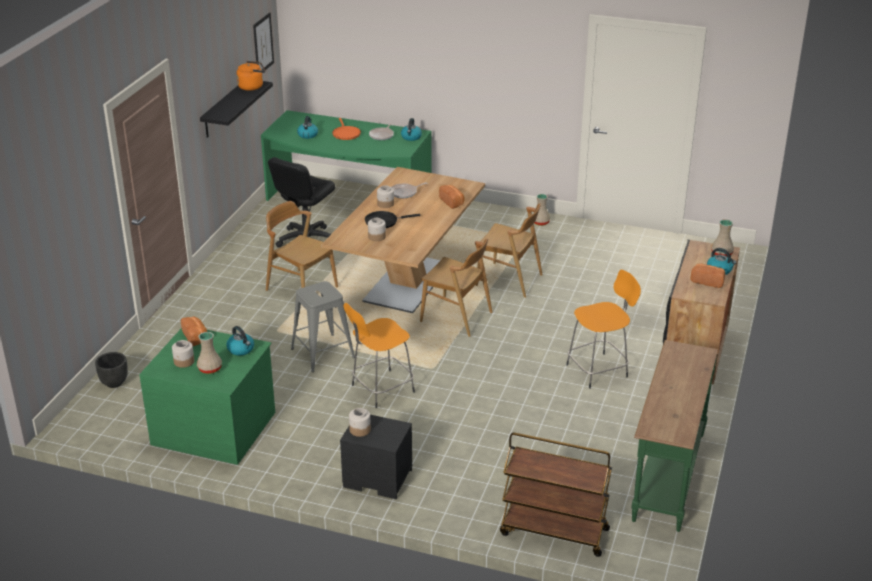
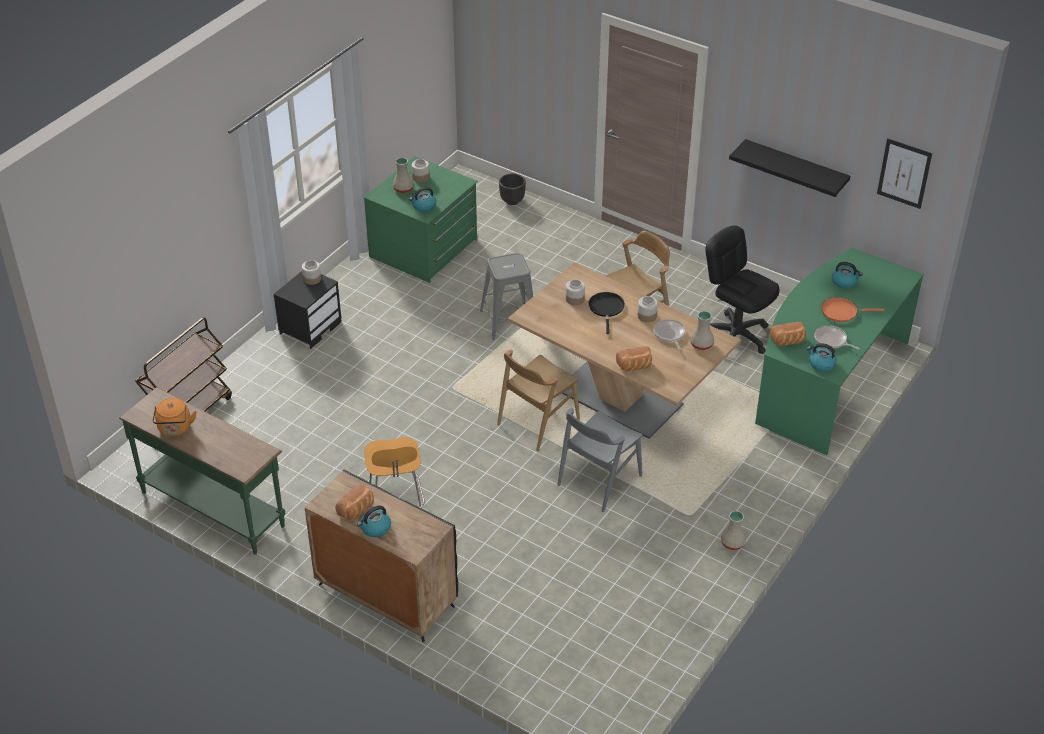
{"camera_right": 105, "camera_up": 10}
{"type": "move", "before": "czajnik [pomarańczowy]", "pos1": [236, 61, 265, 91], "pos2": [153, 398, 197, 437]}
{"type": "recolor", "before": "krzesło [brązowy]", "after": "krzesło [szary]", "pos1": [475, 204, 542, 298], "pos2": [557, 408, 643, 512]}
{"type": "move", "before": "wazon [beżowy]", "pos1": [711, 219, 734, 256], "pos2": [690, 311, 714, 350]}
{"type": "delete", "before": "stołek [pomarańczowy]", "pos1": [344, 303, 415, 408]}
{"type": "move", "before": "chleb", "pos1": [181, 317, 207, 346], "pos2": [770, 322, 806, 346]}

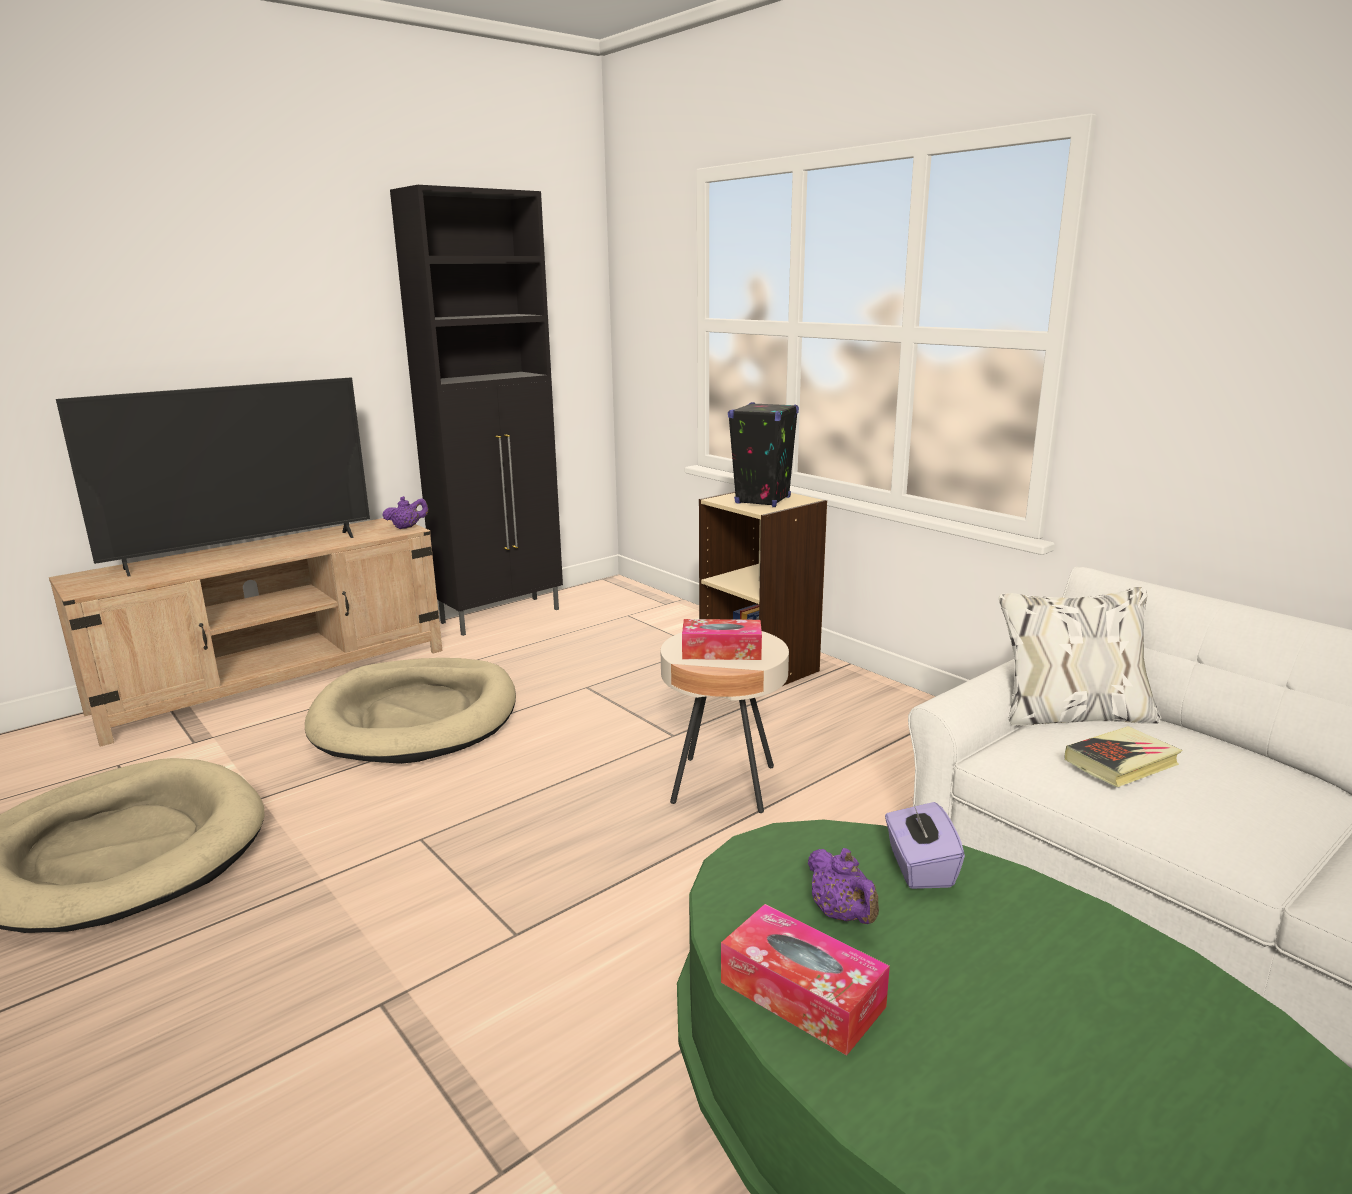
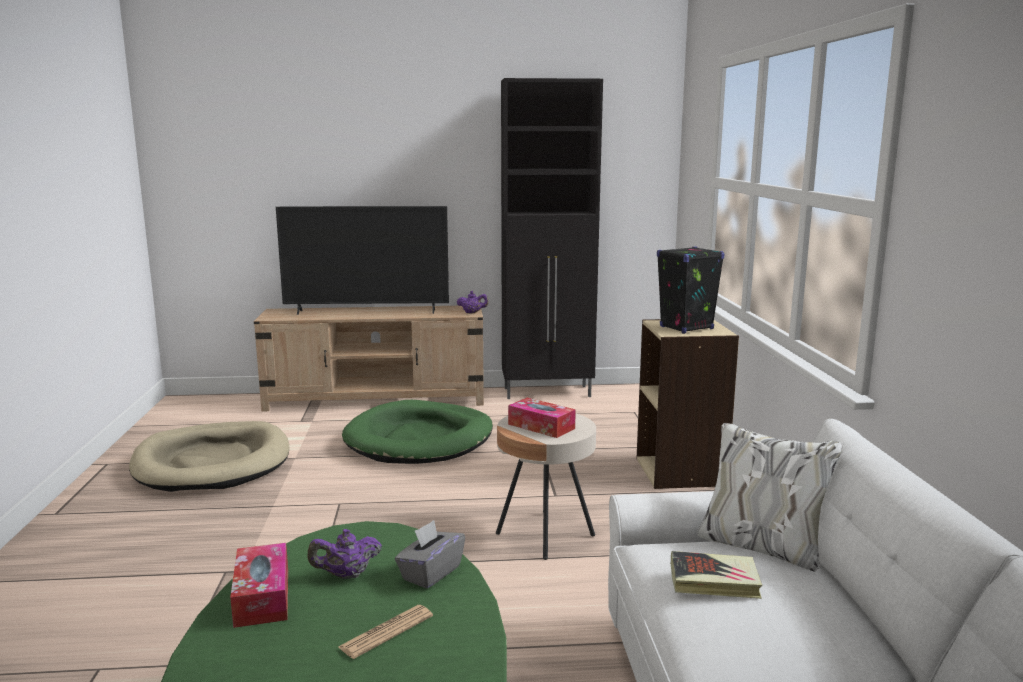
{"camera_right": 35, "camera_up": -5}
{"type": "recolor", "before": "legowisko [beżowy]", "after": "legowisko [zielony]", "pos1": [305, 658, 516, 764], "pos2": [342, 400, 493, 464]}
{"type": "recolor", "before": "pudełko chusteczek [fioletowy]", "after": "pudełko chusteczek [szary]", "pos1": [885, 799, 965, 889], "pos2": [395, 520, 465, 589]}
{"type": "rotate", "before": "imbryk [fioletowy]", "pos1": [807, 848, 879, 924], "pos2": [308, 529, 382, 579], "turn": 60}
{"type": "insert", "after": "gazeta", "pos2": [338, 605, 433, 659]}

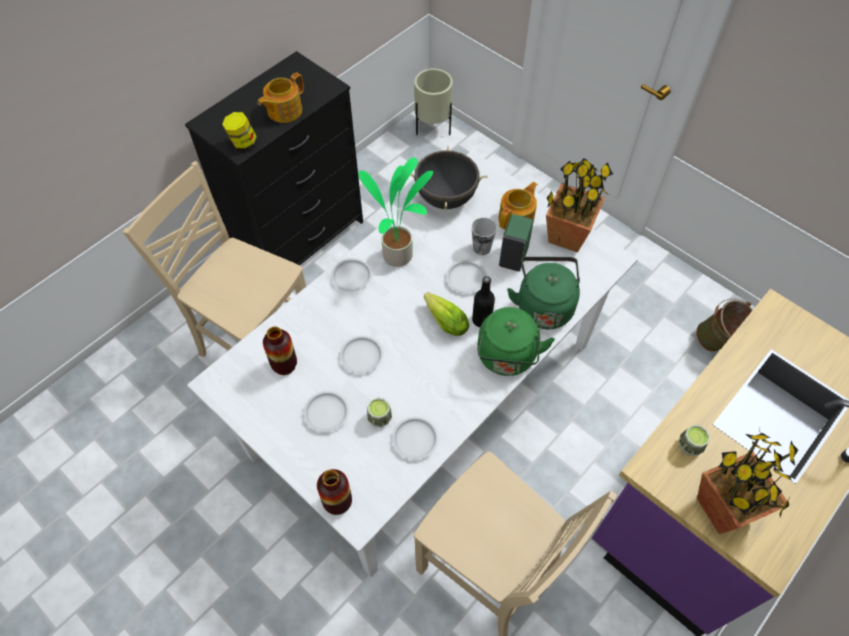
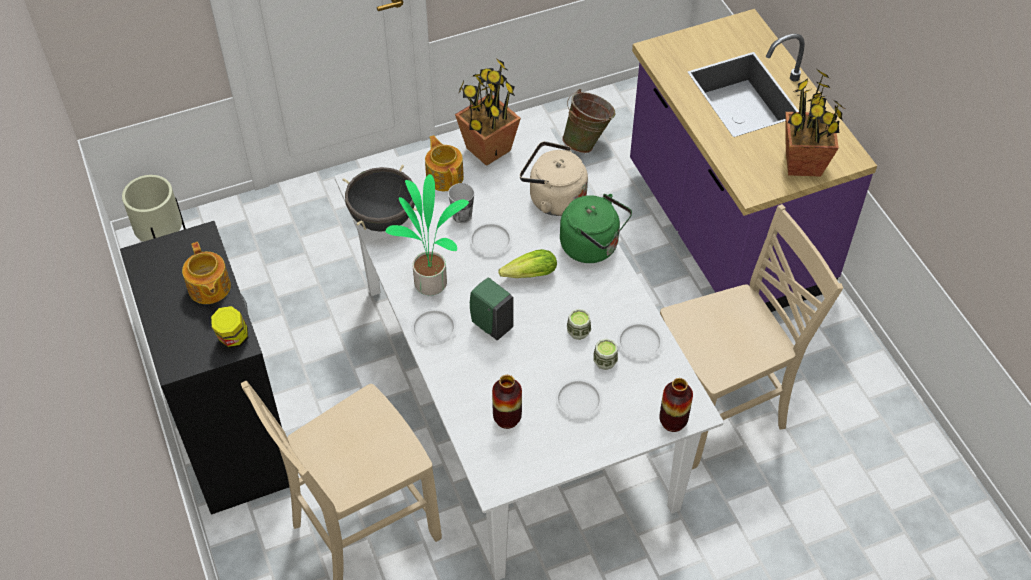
{"camera_right": -65, "camera_up": -5}
{"type": "move", "before": "dozownik mydła [zielony]", "pos1": [499, 214, 533, 271], "pos2": [470, 277, 514, 340]}
{"type": "recolor", "before": "czajnik [zielony]", "after": "czajnik [beżowy]", "pos1": [507, 257, 580, 329], "pos2": [520, 141, 588, 216]}
{"type": "delete", "before": "butelka [czarny]", "pos1": [472, 276, 495, 327]}
{"type": "delete", "before": "talerz [biały]", "pos1": [340, 336, 383, 374]}
{"type": "move", "before": "filiżanka", "pos1": [678, 425, 710, 456], "pos2": [567, 309, 591, 340]}

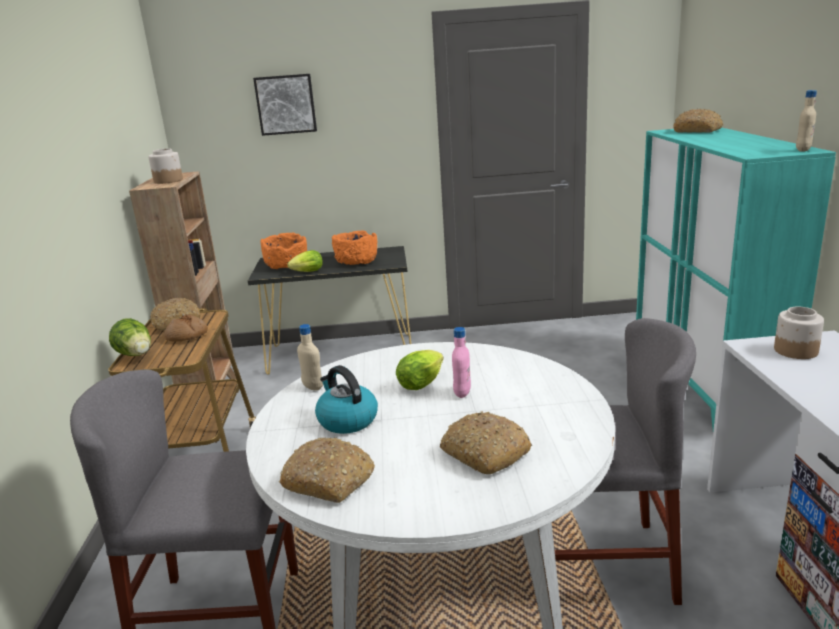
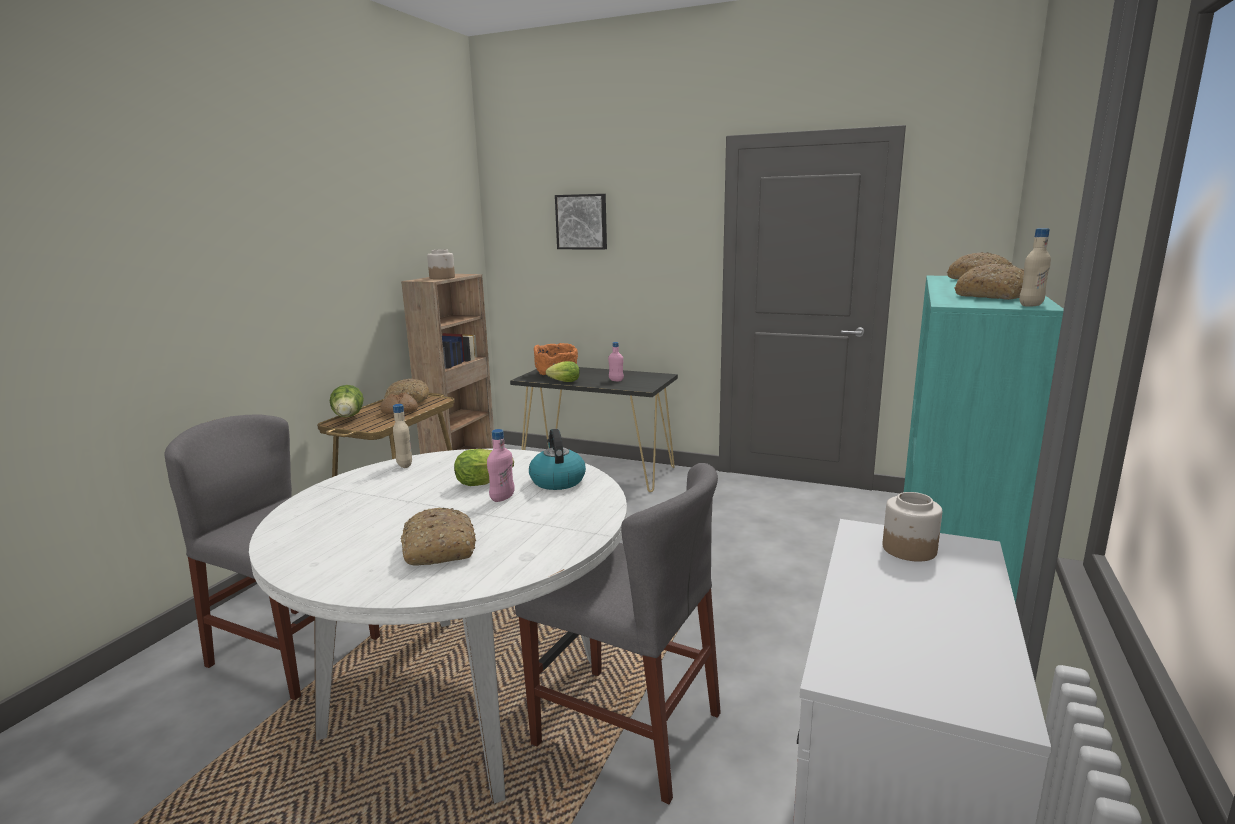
{"camera_right": 25, "camera_up": -5}
{"type": "replace", "before": "miska [pomarańczowy]", "after": "butelka [różowy]", "pos1": [332, 230, 377, 265], "pos2": [608, 342, 624, 381]}
{"type": "move", "before": "czajnik", "pos1": [315, 365, 378, 434], "pos2": [529, 429, 586, 490]}
{"type": "move", "before": "chleb", "pos1": [279, 437, 375, 503], "pos2": [954, 263, 1024, 300]}

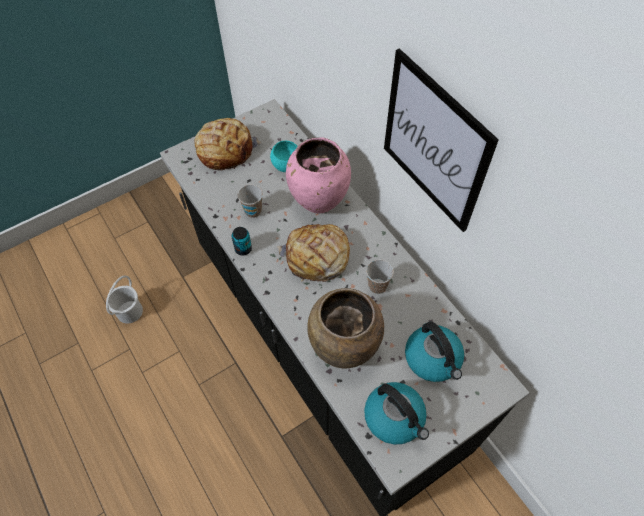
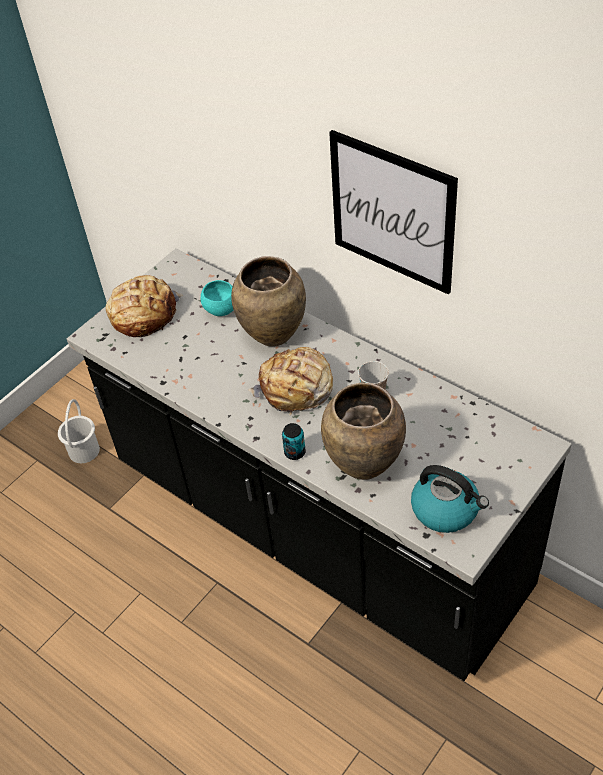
{"camera_right": -15, "camera_up": -10}
{"type": "recolor", "before": "wazon [różowy]", "after": "wazon [brązowy]", "pos1": [286, 137, 351, 213], "pos2": [231, 256, 306, 347]}
{"type": "delete", "before": "filiżanka", "pos1": [238, 184, 263, 218]}
{"type": "move", "before": "puszka", "pos1": [232, 227, 252, 256], "pos2": [282, 423, 306, 460]}
{"type": "move", "before": "wiadro [biały]", "pos1": [106, 276, 143, 324], "pos2": [58, 399, 100, 463]}
{"type": "delete", "before": "czajnik", "pos1": [405, 322, 464, 382]}

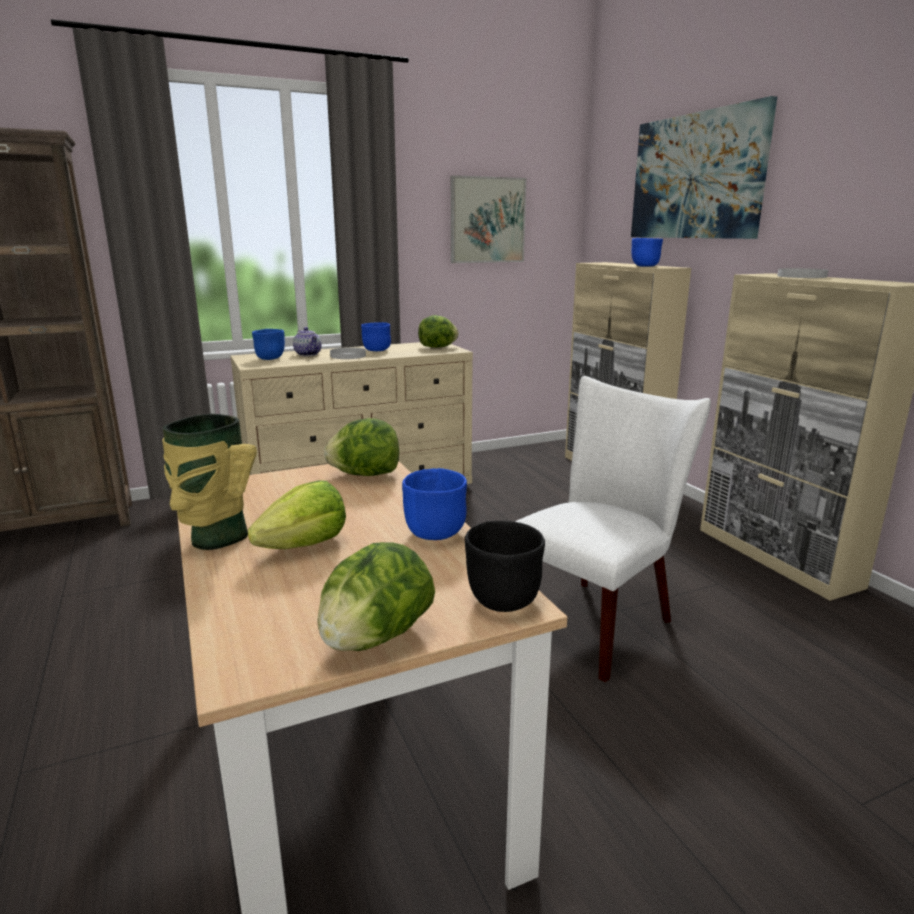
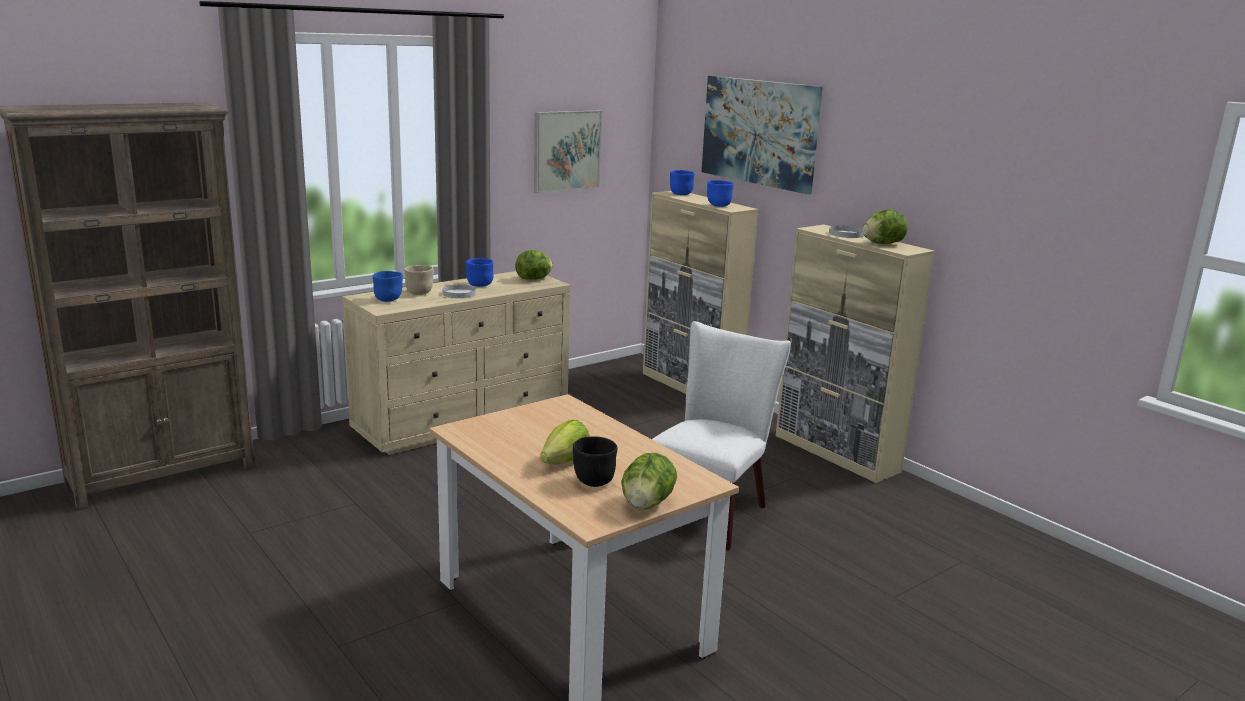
{"camera_right": -15, "camera_up": 0}
{"type": "replace", "before": "imbryk", "after": "miska [beżowy]", "pos1": [293, 327, 322, 356], "pos2": [405, 265, 433, 295]}
{"type": "delete", "before": "wazon", "pos1": [162, 414, 257, 550]}
{"type": "move", "before": "sałata", "pos1": [324, 418, 399, 476], "pos2": [862, 209, 908, 244]}
{"type": "move", "before": "miska [niebieski]", "pos1": [402, 468, 467, 540], "pos2": [670, 170, 695, 195]}
{"type": "move", "before": "miska [czarny]", "pos1": [465, 521, 545, 612], "pos2": [573, 436, 617, 487]}

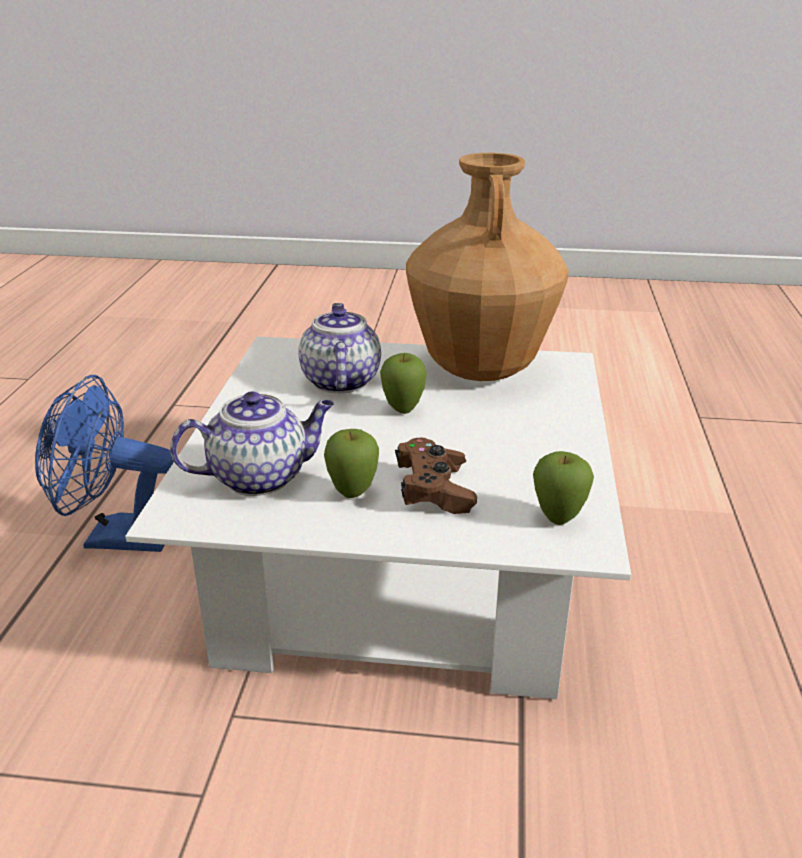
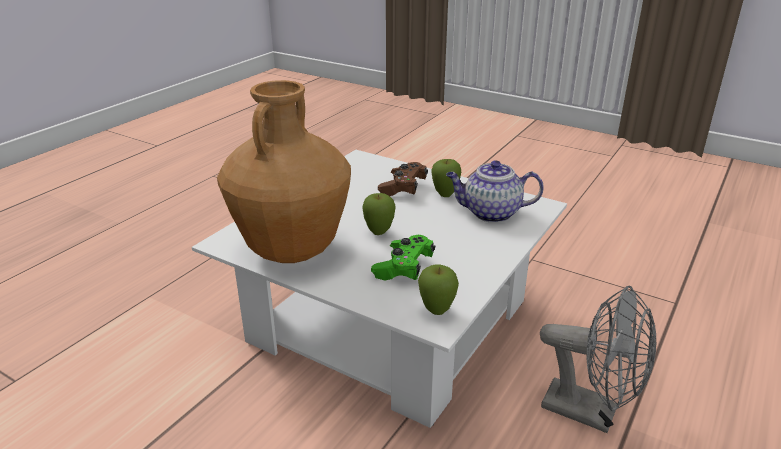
{"camera_right": -155, "camera_up": 0}
{"type": "replace", "before": "imbryk", "after": "pad do gier [zielony]", "pos1": [298, 303, 381, 393], "pos2": [371, 235, 435, 281]}
{"type": "recolor", "before": "wentylator [niebieski]", "after": "wentylator [szary]", "pos1": [35, 375, 174, 552], "pos2": [540, 285, 656, 433]}
{"type": "move", "before": "jabłko", "pos1": [533, 451, 594, 525], "pos2": [418, 264, 459, 315]}

